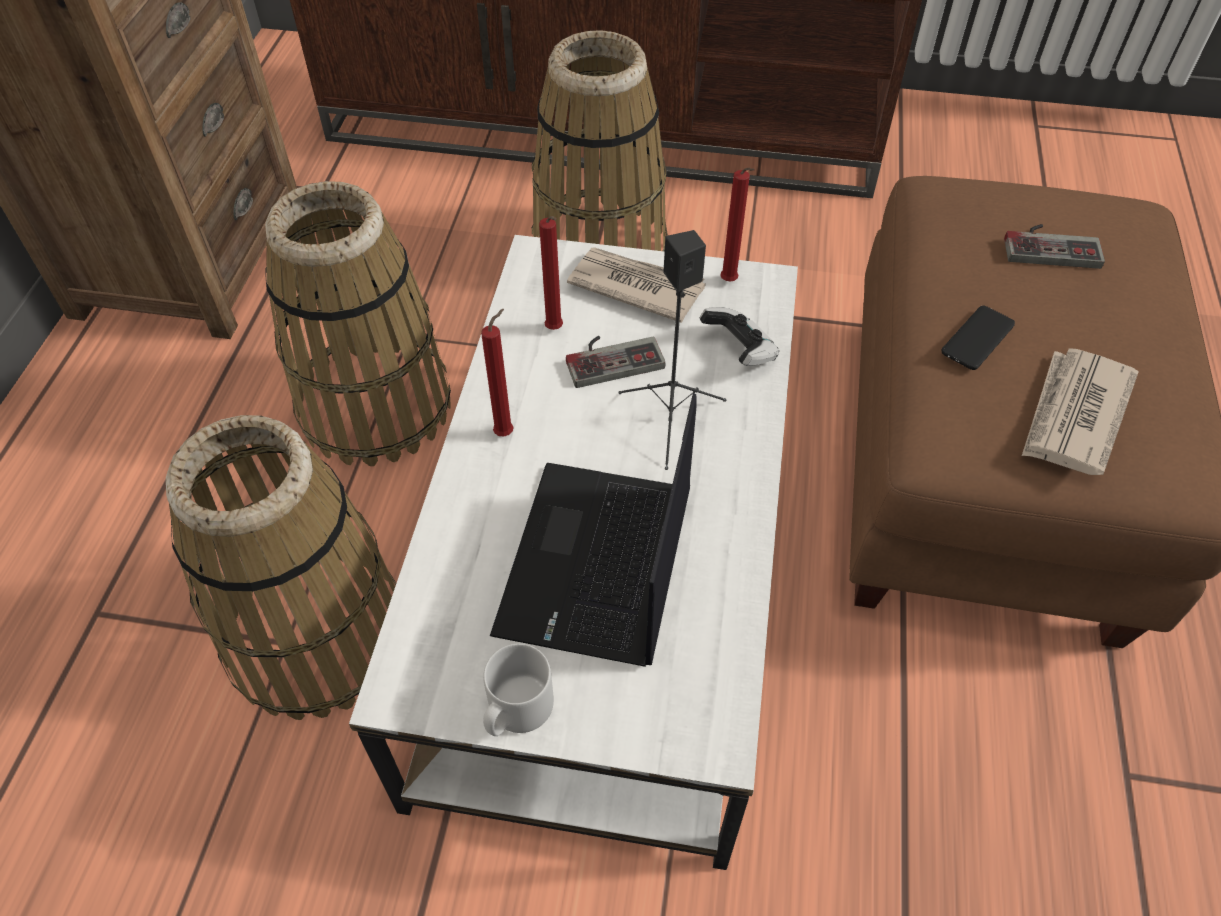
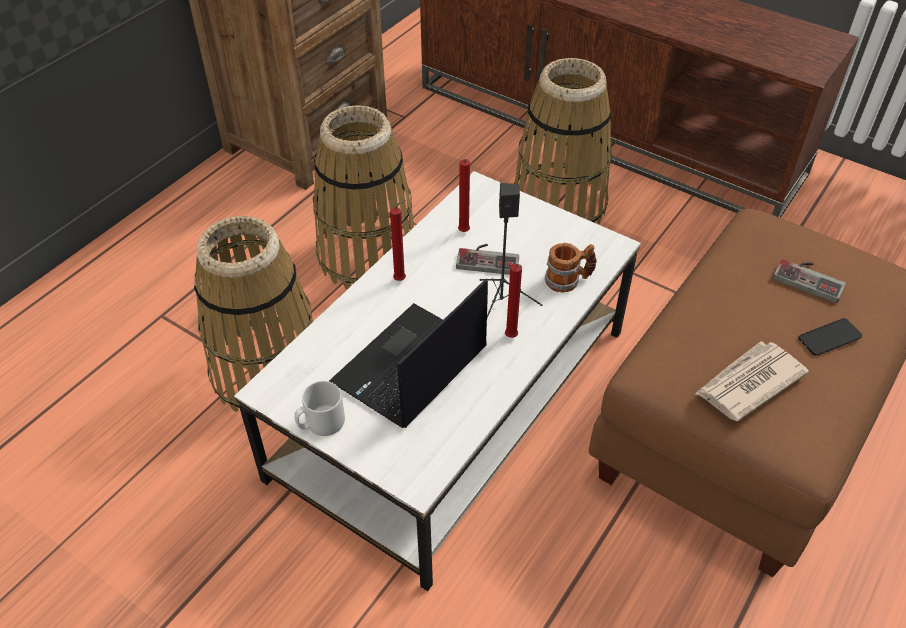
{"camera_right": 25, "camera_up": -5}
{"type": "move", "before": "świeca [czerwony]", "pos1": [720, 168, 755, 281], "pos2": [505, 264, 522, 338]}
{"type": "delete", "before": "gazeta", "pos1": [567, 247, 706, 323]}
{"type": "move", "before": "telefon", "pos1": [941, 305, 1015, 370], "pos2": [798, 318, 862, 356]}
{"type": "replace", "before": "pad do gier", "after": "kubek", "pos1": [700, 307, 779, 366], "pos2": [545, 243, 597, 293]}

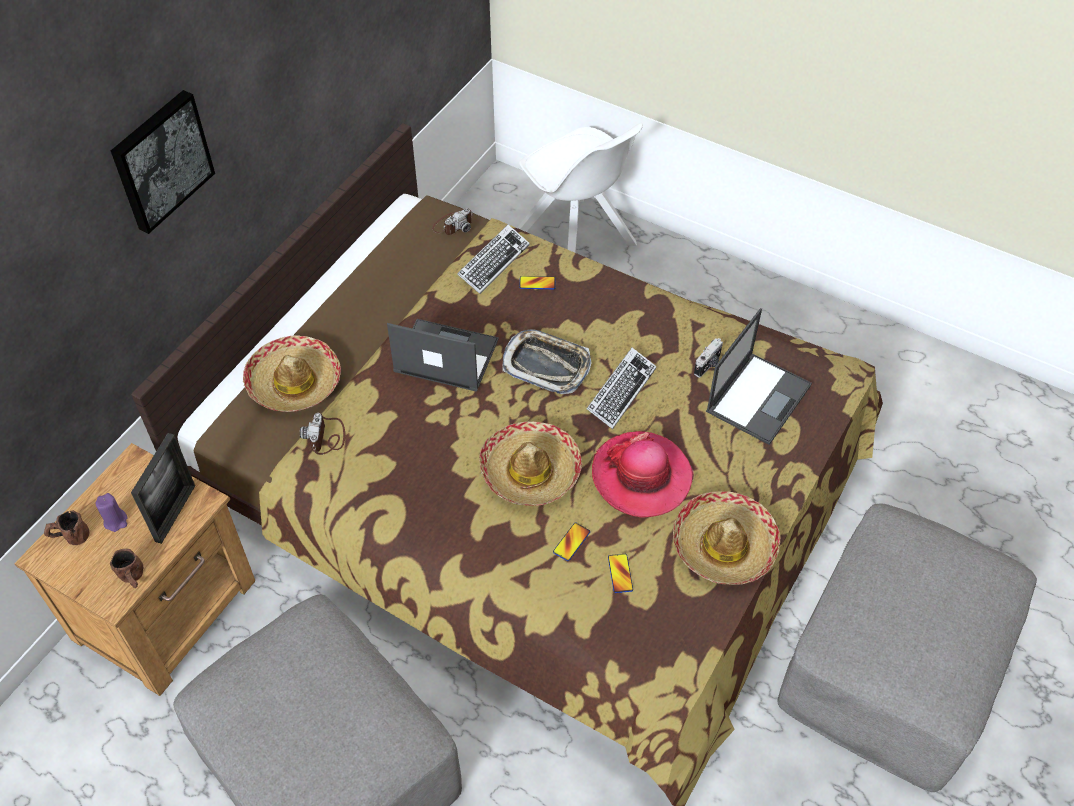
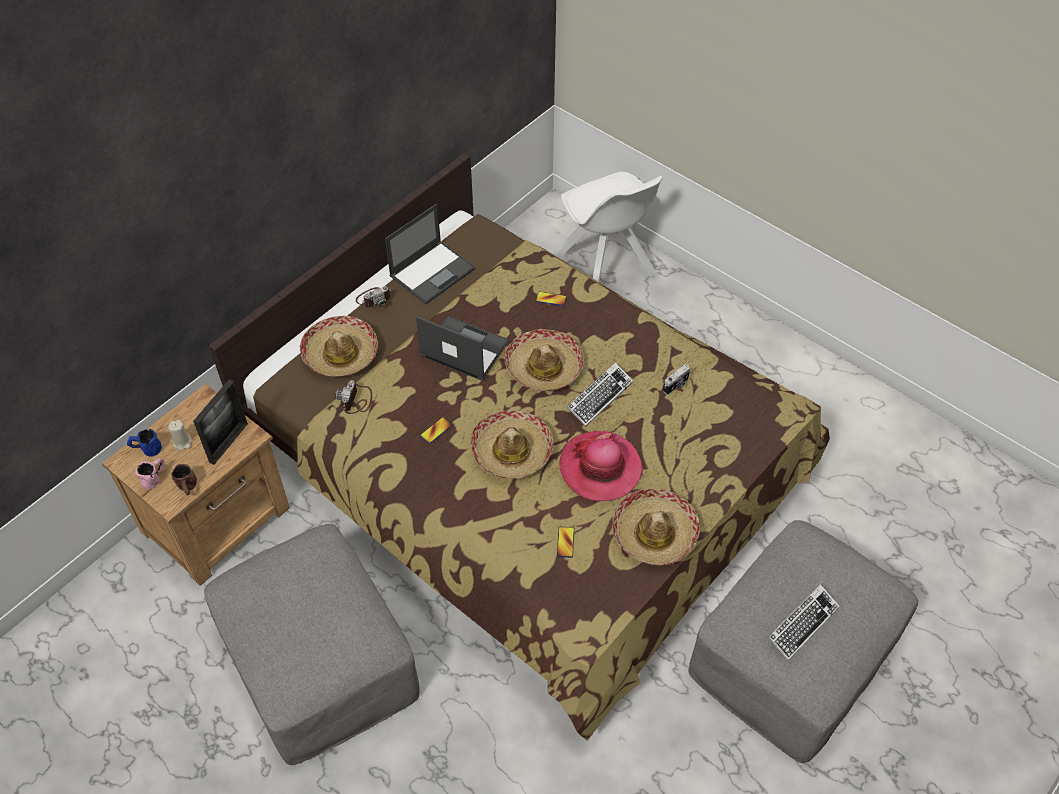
{"camera_right": 10, "camera_up": 0}
{"type": "delete", "before": "obraz", "pos1": [111, 90, 215, 234]}
{"type": "move", "before": "aparat fotograficzny", "pos1": [432, 208, 473, 235], "pos2": [356, 286, 392, 308]}
{"type": "move", "before": "klawiatura", "pos1": [457, 225, 530, 294], "pos2": [768, 584, 840, 661]}
{"type": "move", "before": "laptop", "pos1": [706, 308, 812, 445], "pos2": [385, 204, 475, 304]}
{"type": "replace", "before": "taca", "after": "kapelusz", "pos1": [502, 329, 592, 394], "pos2": [504, 329, 584, 391]}
{"type": "recolor", "before": "świeca [fioletowy]", "after": "świeca [beżowy]", "pos1": [96, 493, 127, 532], "pos2": [168, 420, 192, 451]}
{"type": "recolor", "before": "kubek [brązowy]", "after": "kubek [niebieski]", "pos1": [44, 510, 89, 545], "pos2": [127, 429, 162, 457]}
{"type": "move", "before": "telefon", "pos1": [553, 523, 590, 561], "pos2": [420, 417, 453, 444]}
{"type": "insert", "after": "kubek [różowy]", "pos2": [135, 458, 165, 489]}

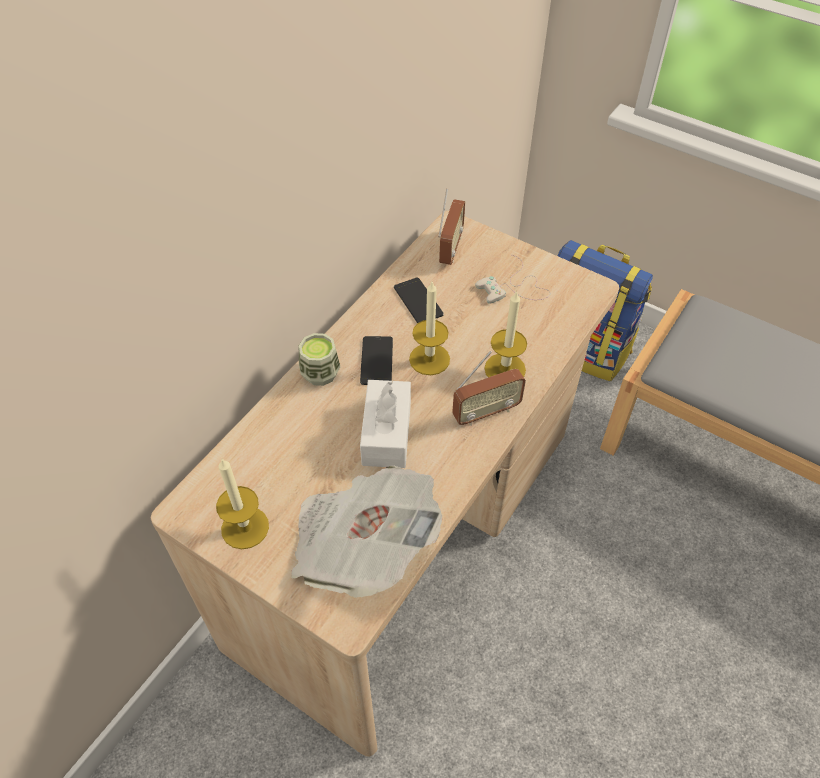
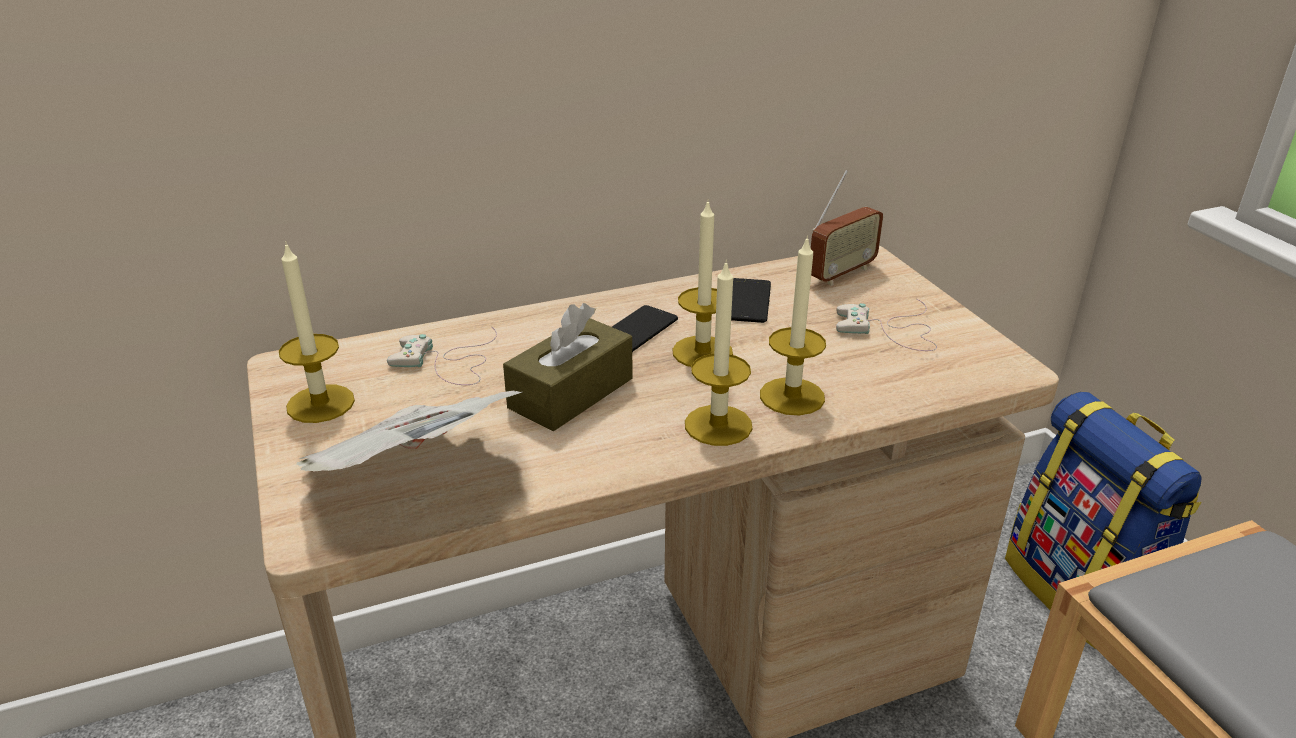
{"camera_right": 35, "camera_up": -20}
{"type": "delete", "before": "filiżanka", "pos1": [299, 333, 340, 386]}
{"type": "replace", "before": "radio", "after": "świeca", "pos1": [452, 351, 526, 426], "pos2": [685, 259, 752, 446]}
{"type": "recolor", "before": "pudełko chusteczek [biały]", "after": "pudełko chusteczek [brązowy]", "pos1": [360, 380, 411, 468], "pos2": [503, 303, 633, 431]}
{"type": "insert", "after": "pad do gier [biały]", "pos2": [387, 327, 497, 385]}

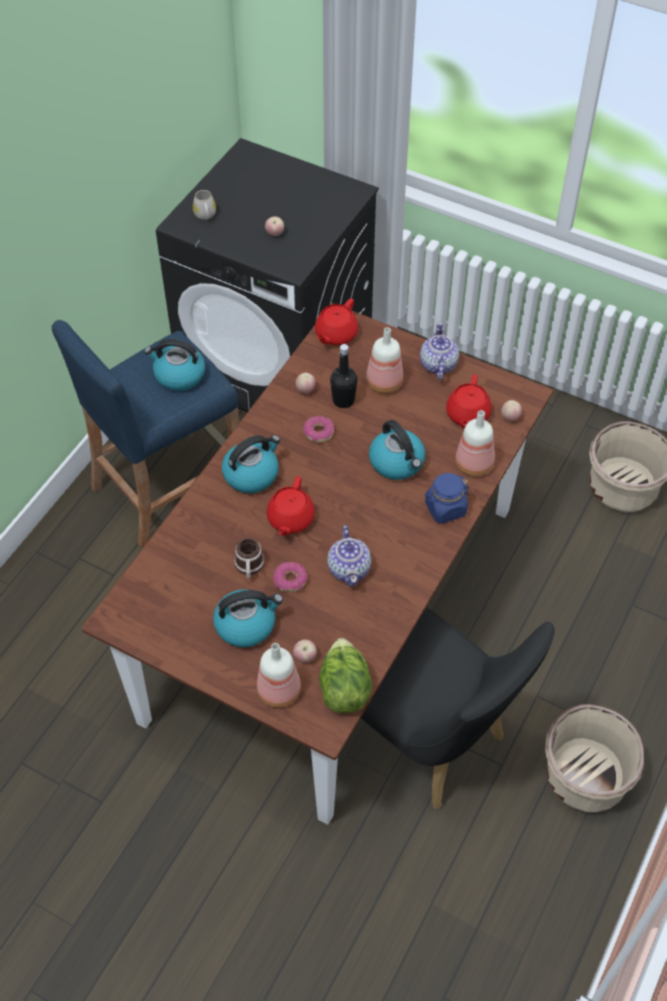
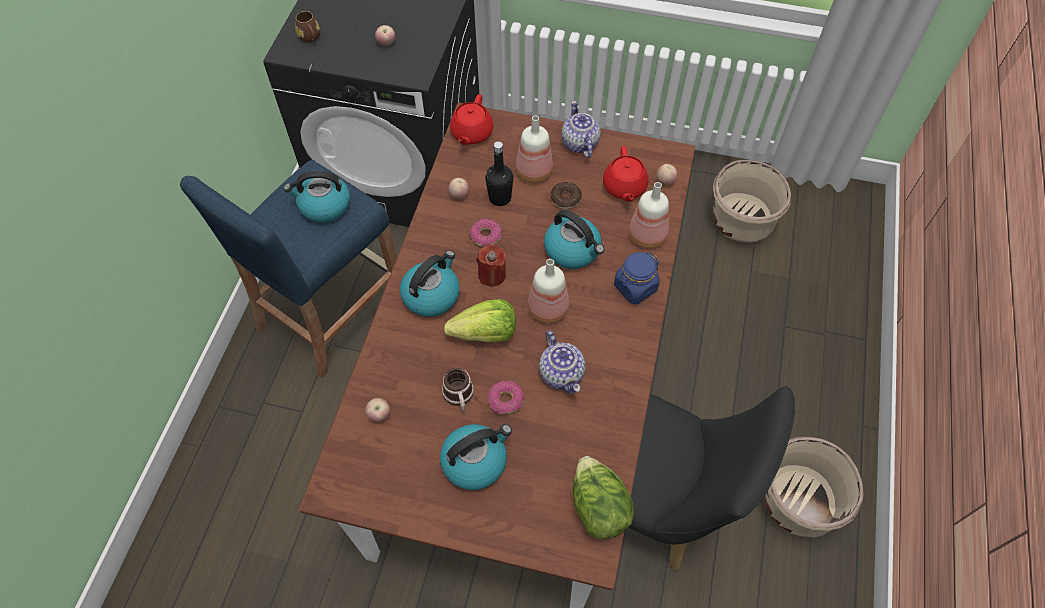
{"camera_right": -15, "camera_up": 5}
{"type": "recolor", "before": "kubek [biały]", "after": "kubek [brązowy]", "pos1": [193, 190, 216, 220], "pos2": [295, 11, 320, 43]}
{"type": "replace", "before": "imbryk [czerwony]", "after": "sałata", "pos1": [267, 476, 315, 536], "pos2": [444, 299, 516, 342]}
{"type": "move", "before": "jabłko", "pos1": [293, 639, 317, 663], "pos2": [365, 398, 390, 422]}
{"type": "move", "before": "butelka", "pos1": [257, 643, 301, 707], "pos2": [528, 259, 569, 323]}
{"type": "insert", "after": "donut", "pos2": [550, 182, 582, 209]}
{"type": "insert", "after": "świeca [czerwony]", "pos2": [477, 244, 506, 286]}

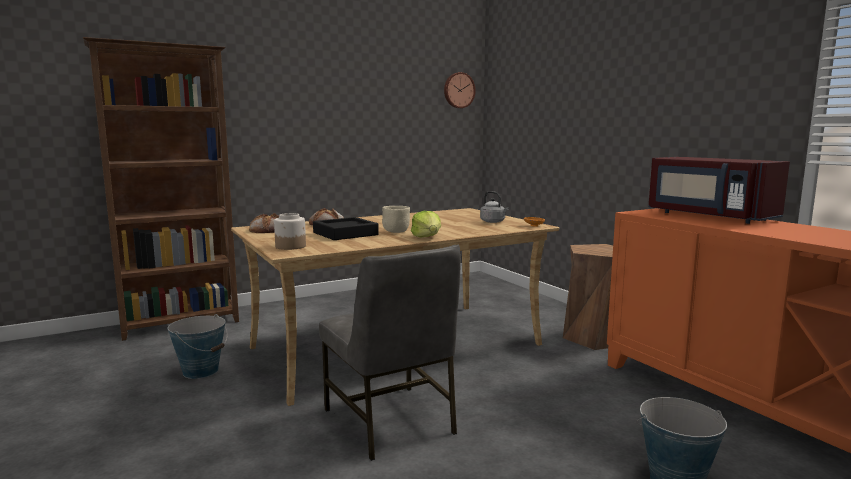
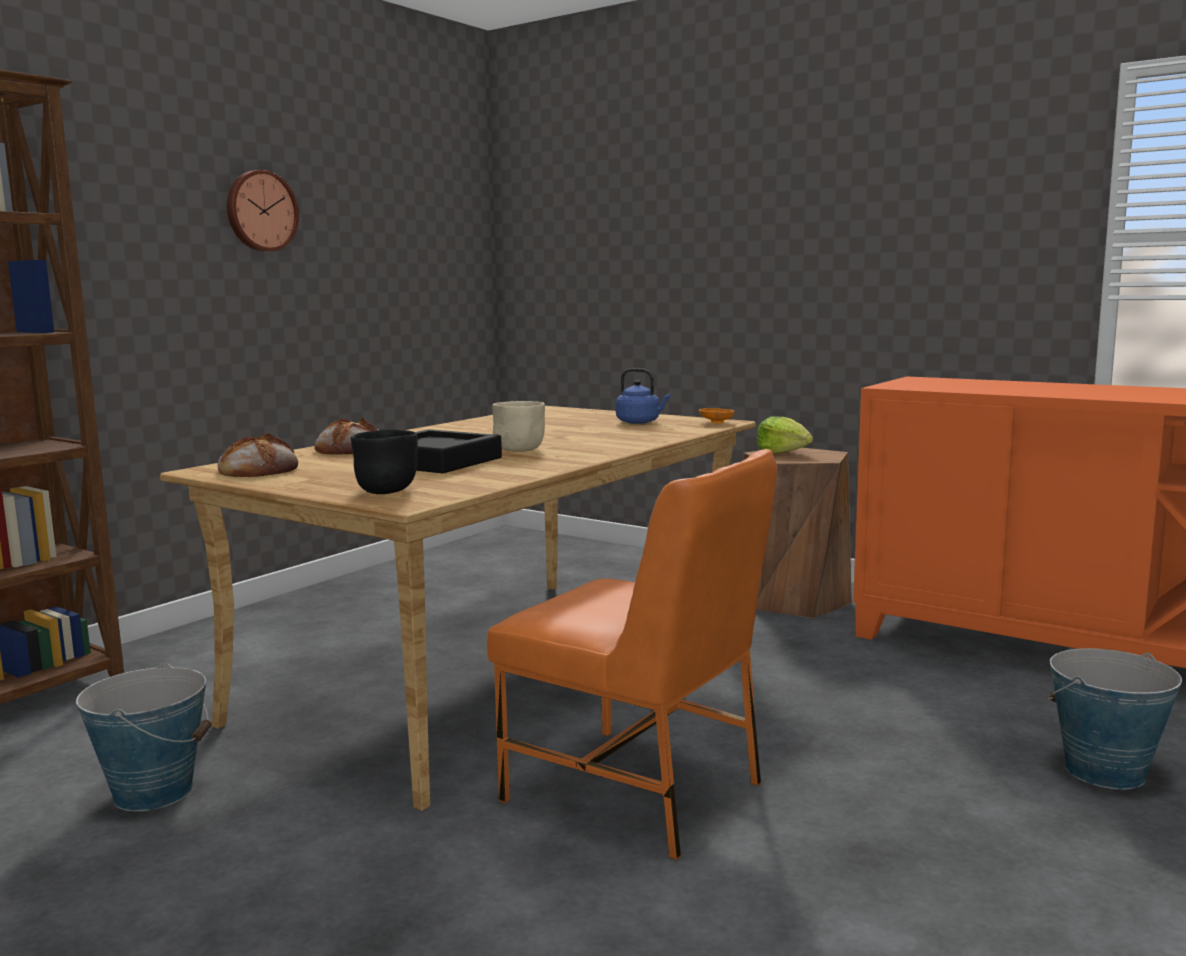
{"camera_right": -25, "camera_up": 0}
{"type": "move", "before": "zegar ścienny", "pos1": [444, 72, 476, 108], "pos2": [227, 170, 299, 252]}
{"type": "delete", "before": "mikrofalówka [czerwony]", "pos1": [648, 157, 790, 224]}
{"type": "recolor", "before": "czajnik [szary]", "after": "czajnik [niebieski]", "pos1": [480, 191, 509, 223], "pos2": [616, 368, 670, 424]}
{"type": "move", "before": "sałata", "pos1": [411, 211, 441, 238], "pos2": [756, 416, 813, 454]}
{"type": "replace", "before": "słoik", "after": "miska [czarny]", "pos1": [274, 213, 306, 250], "pos2": [351, 429, 418, 494]}
{"type": "recolor", "before": "krzesło [szary]", "after": "krzesło [pomarańczowy]", "pos1": [319, 245, 461, 461], "pos2": [487, 449, 777, 860]}

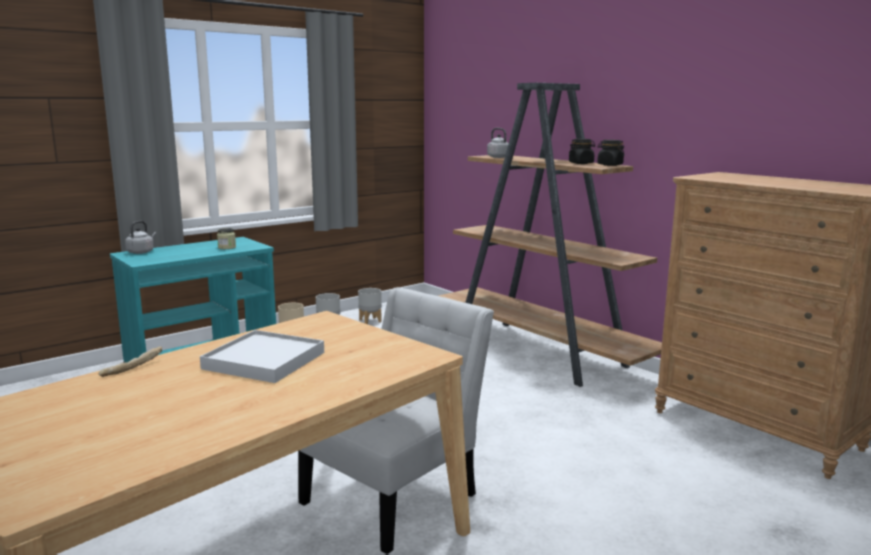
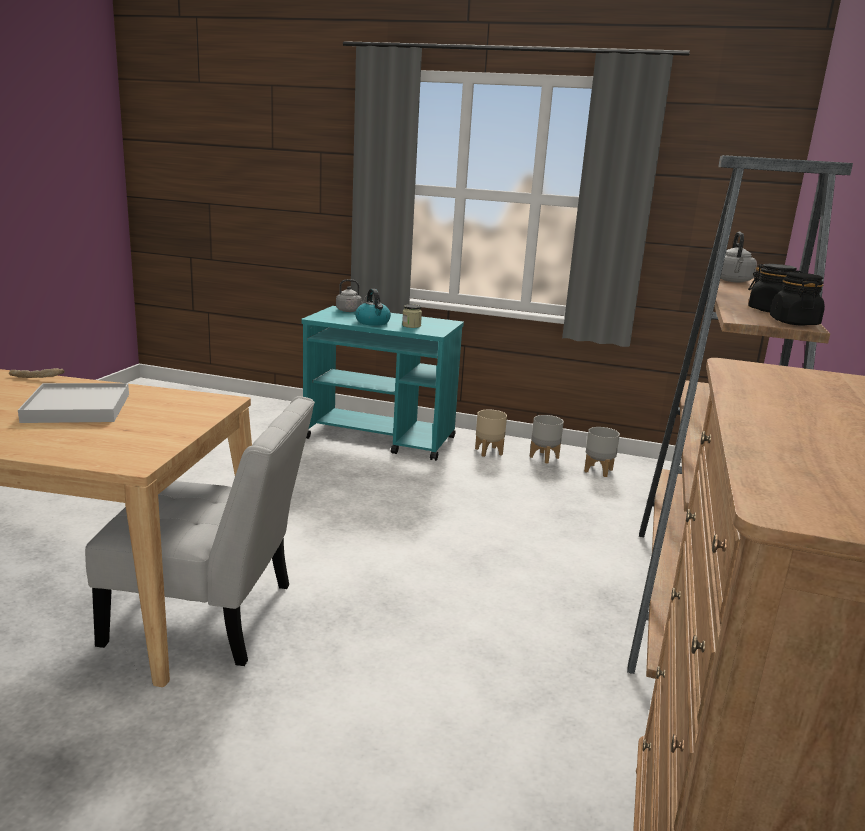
{"camera_right": 55, "camera_up": 5}
{"type": "insert", "after": "czajnik", "pos2": [355, 289, 391, 326]}

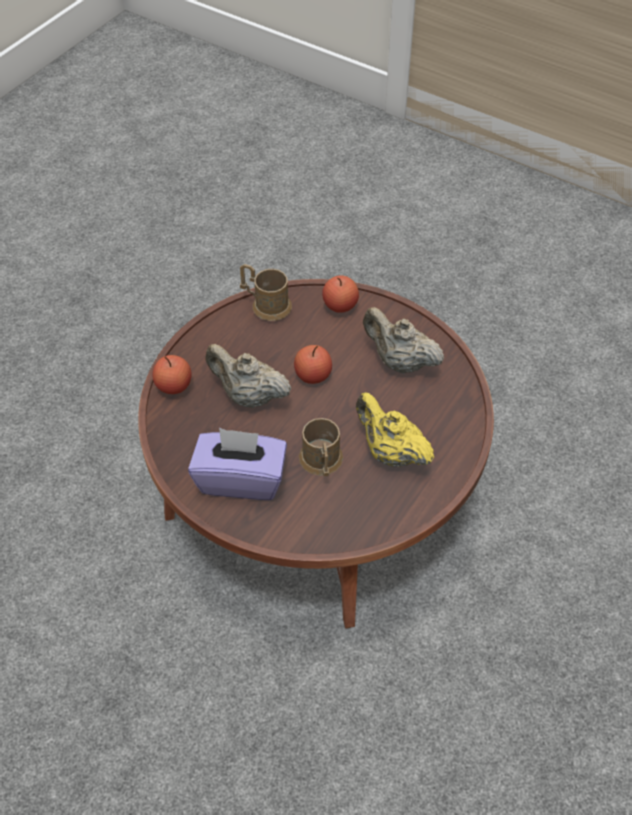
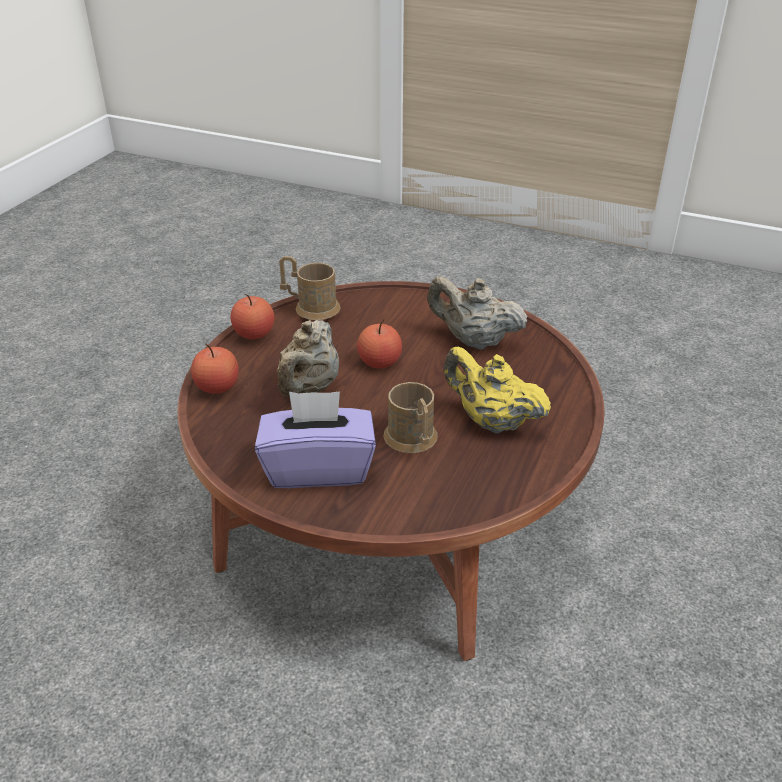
{"camera_right": -10, "camera_up": -15}
{"type": "move", "before": "jabłko", "pos1": [322, 276, 359, 313], "pos2": [231, 294, 274, 339]}
{"type": "rotate", "before": "imbryk [beżowy]", "pos1": [205, 344, 291, 408], "pos2": [277, 320, 339, 397], "turn": -90}

